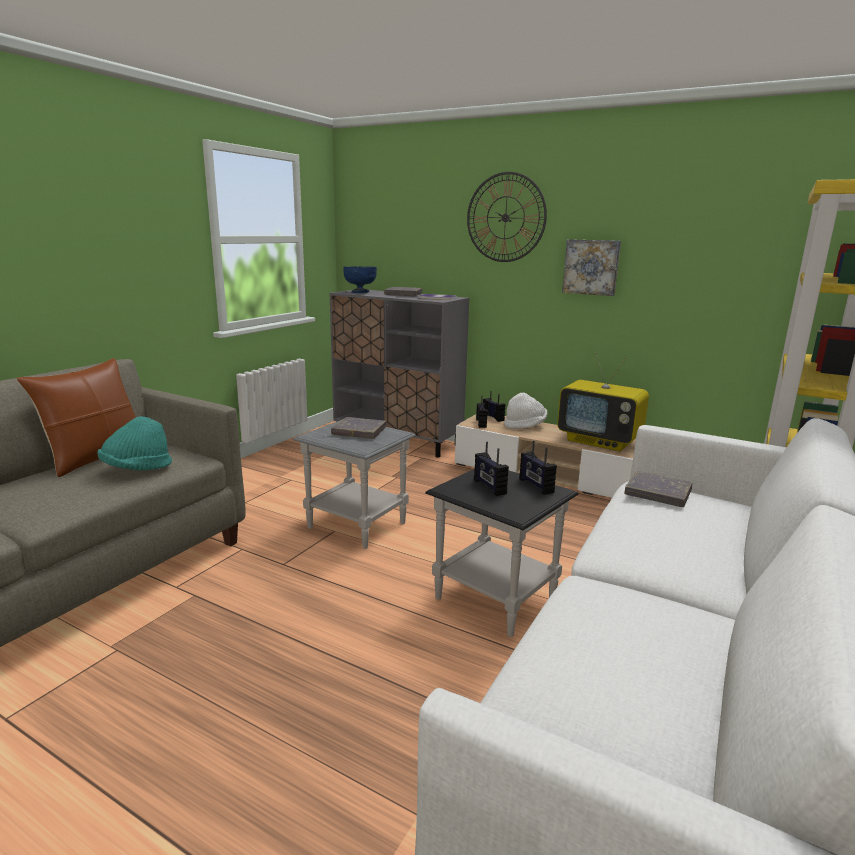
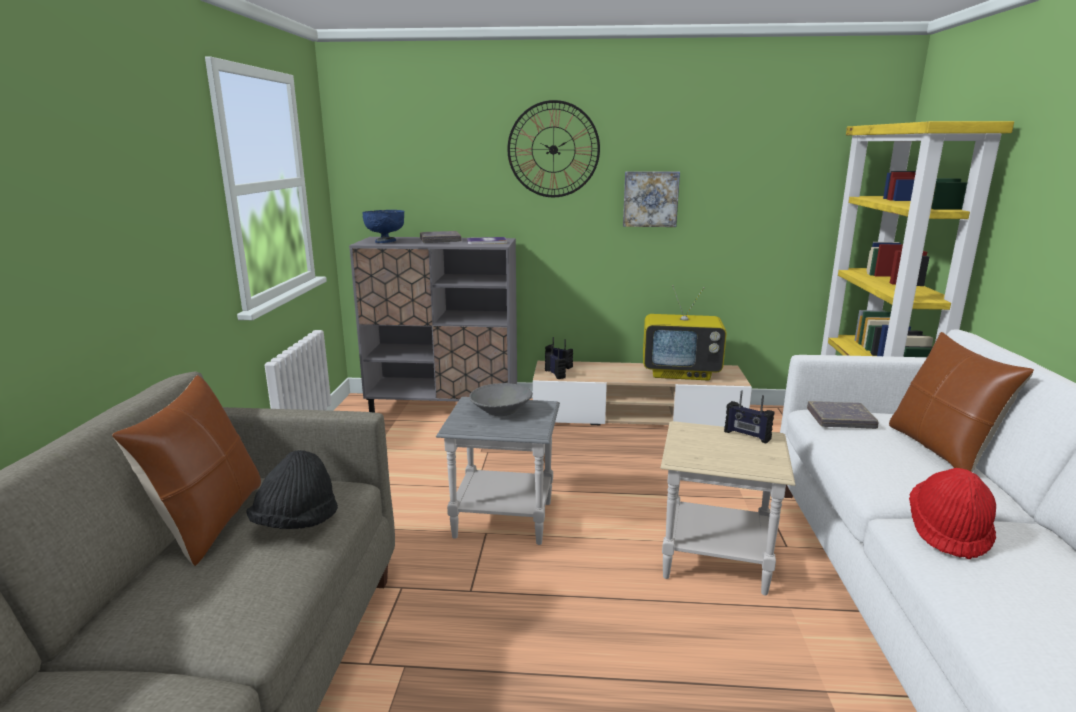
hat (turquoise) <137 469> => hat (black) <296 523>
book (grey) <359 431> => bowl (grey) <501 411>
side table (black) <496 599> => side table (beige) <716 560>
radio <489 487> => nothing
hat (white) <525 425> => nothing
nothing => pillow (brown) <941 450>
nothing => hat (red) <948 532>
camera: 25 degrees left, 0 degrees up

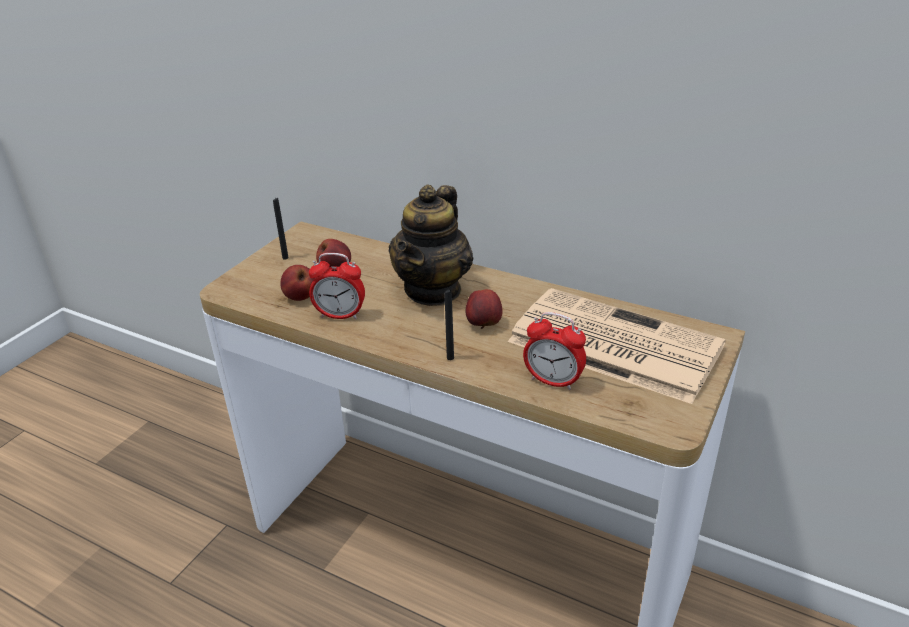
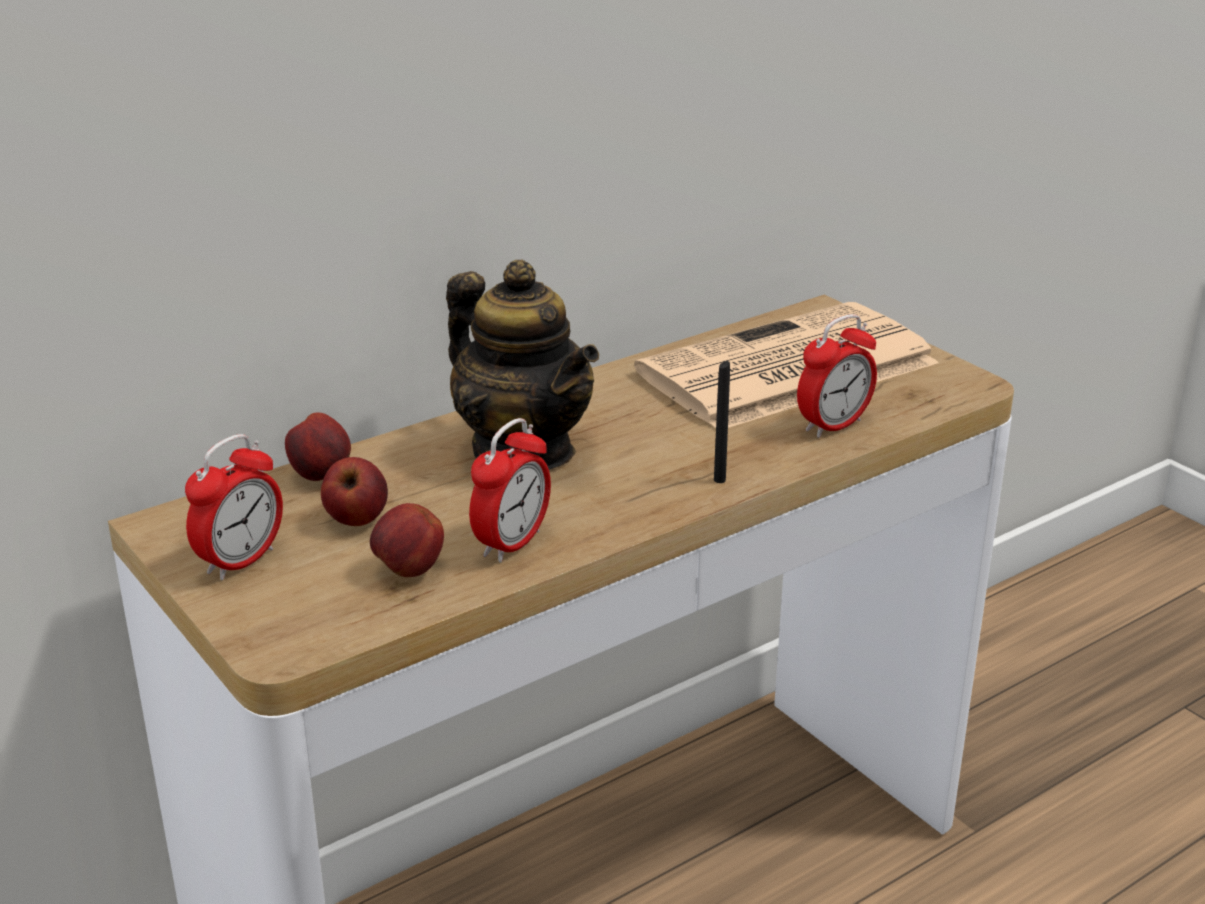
candle (black) <285 258> => alarm clock <241 561>
apple <484 324> => apple <322 476>, shifted
camera: 65 degrees left, 5 degrees down

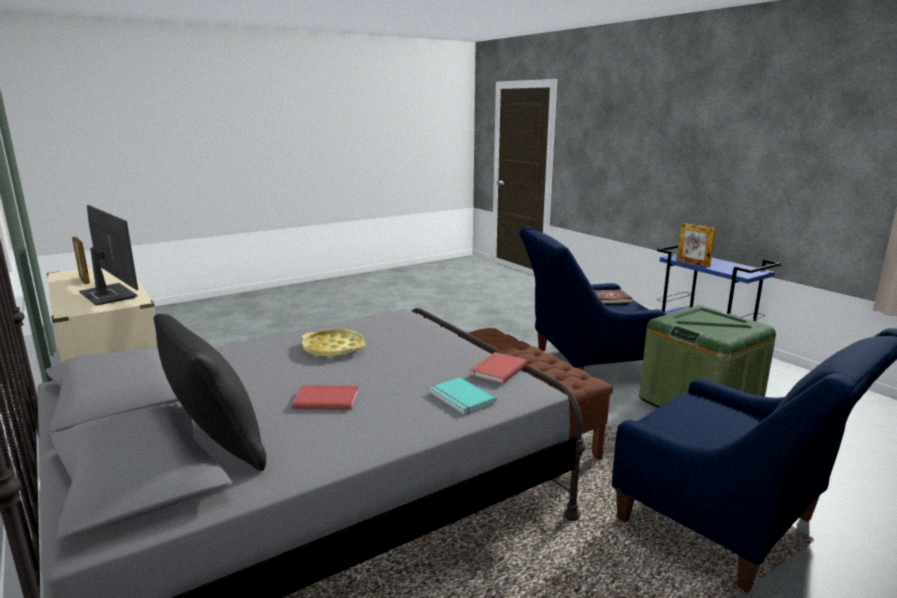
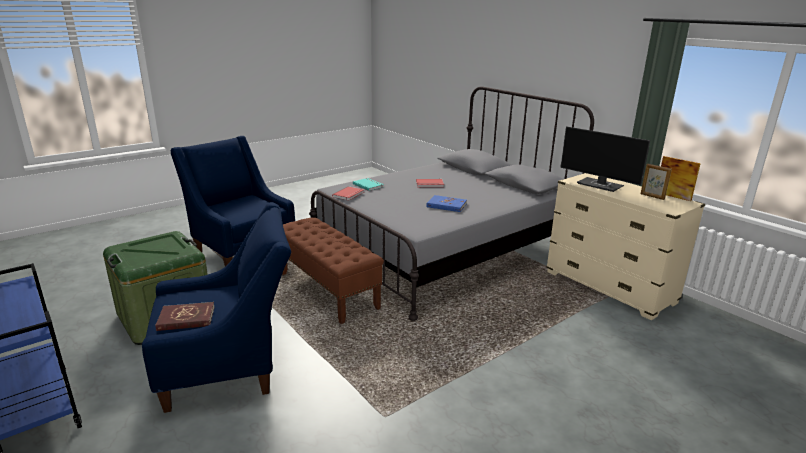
pillow (black) <217 448> => nothing
tray (yellow) <333 348> => book (blue) <446 205>
picture frame <693 263> => picture frame <673 196>, shifted
camera: 175 degrees right, 5 degrees up

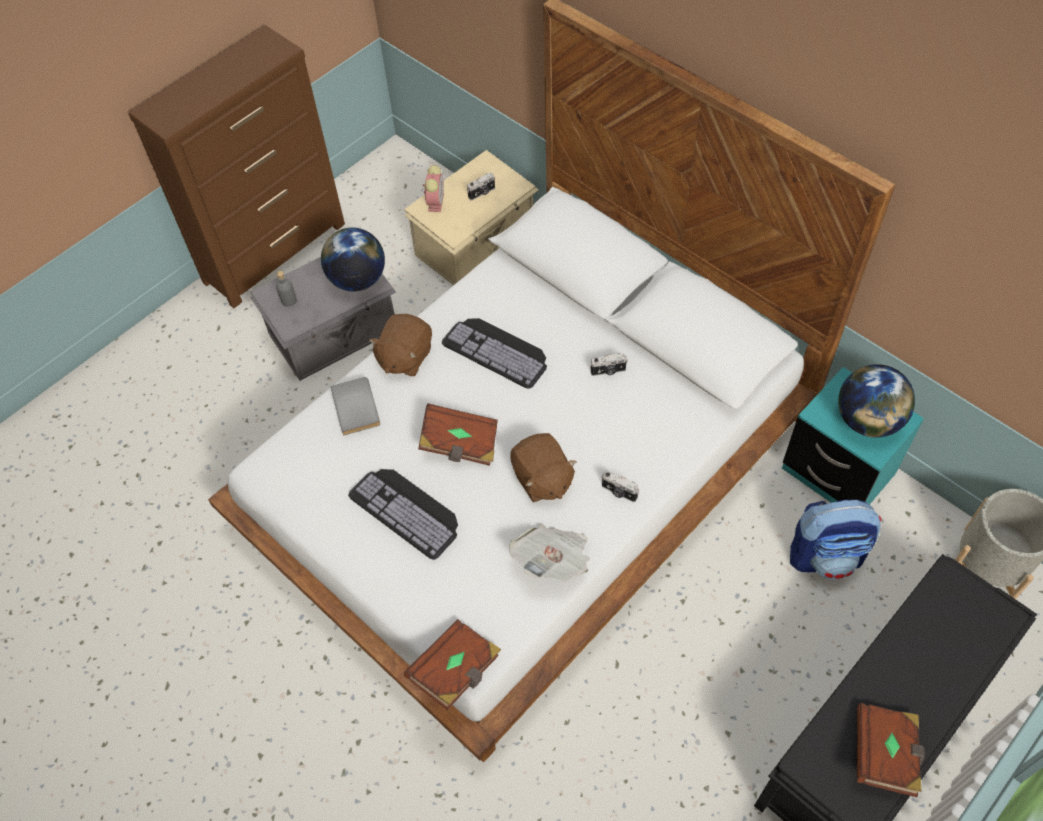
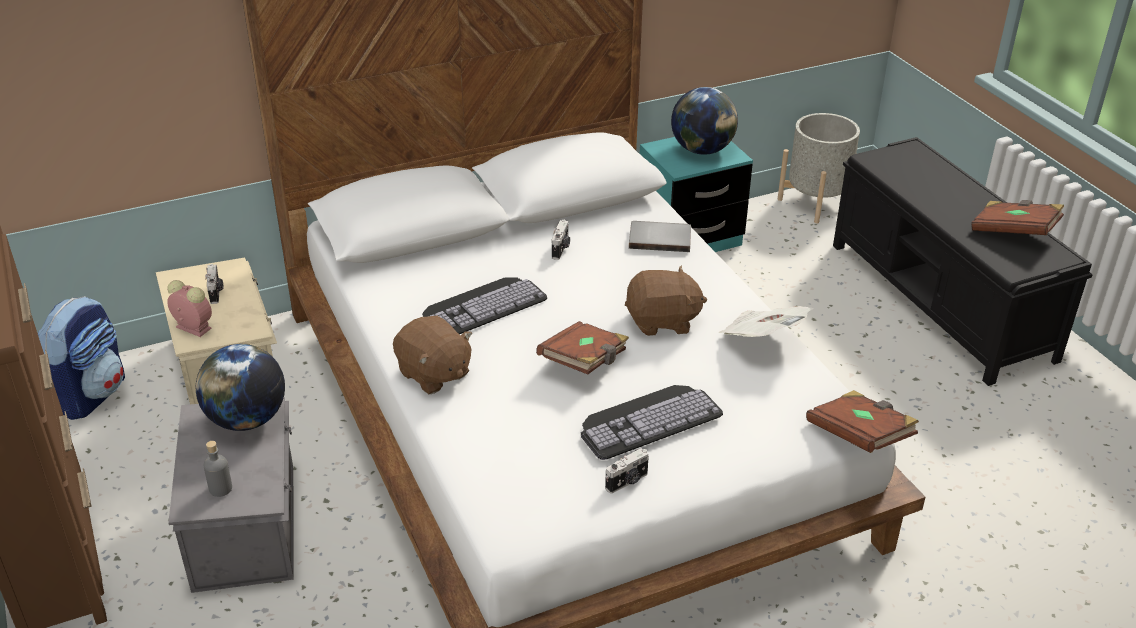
book (grey) <358 407> => book (grey) <660 238>, shifted
photo camera <619 492> => photo camera <627 482>, shifted
backpack <826 556> => backpack <91 394>, shifted
camera: 70 degrees left, 20 degrees down

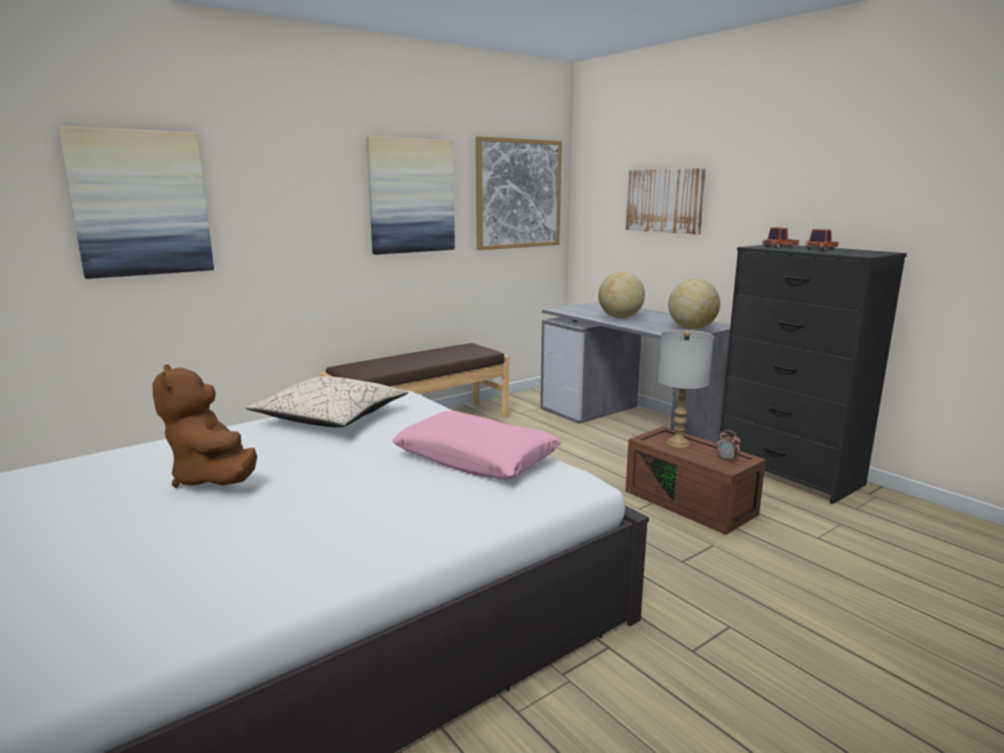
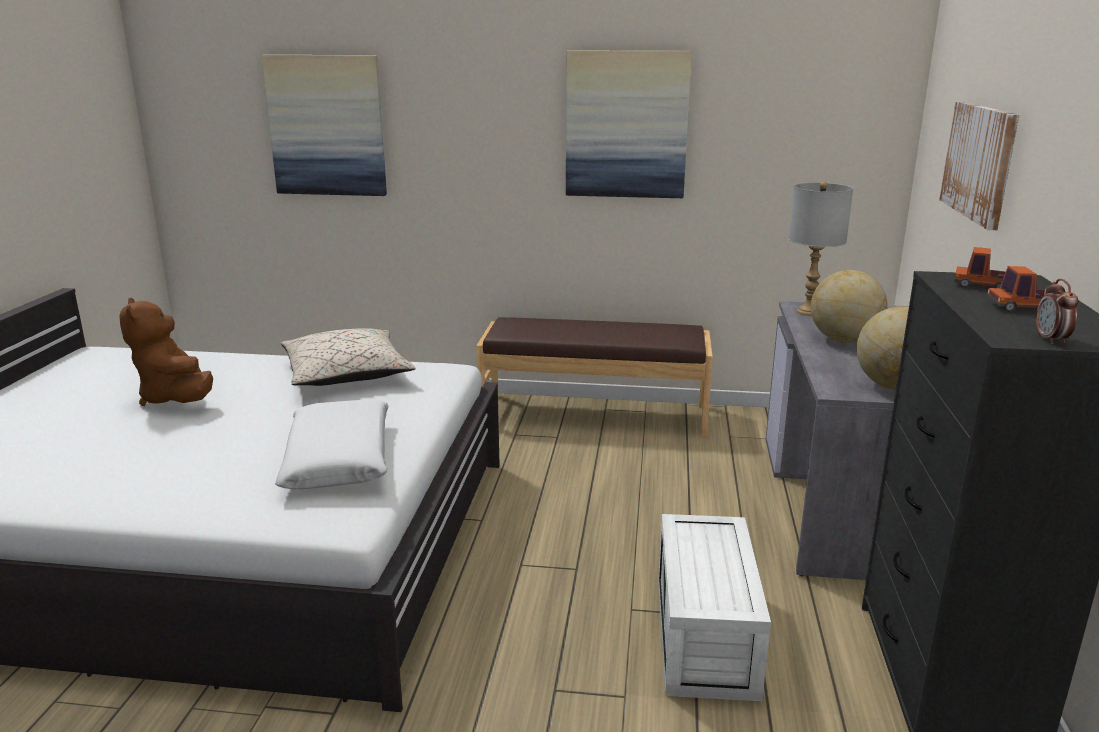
plush toy (brown) <214 479> => plush toy (brown) <176 399>, 45 degrees counterclockwise
pillow (pink) <476 458> => pillow (white) <339 459>
picture <518 194> => nothing
storage box (brown) <692 502> => storage box (white) <708 638>
table lamp (grey) <678 443> => table lamp (grey) <809 312>, shifted
alarm clock <727 459> => alarm clock <1051 340>, shifted
camera: 45 degrees right, 5 degrees up

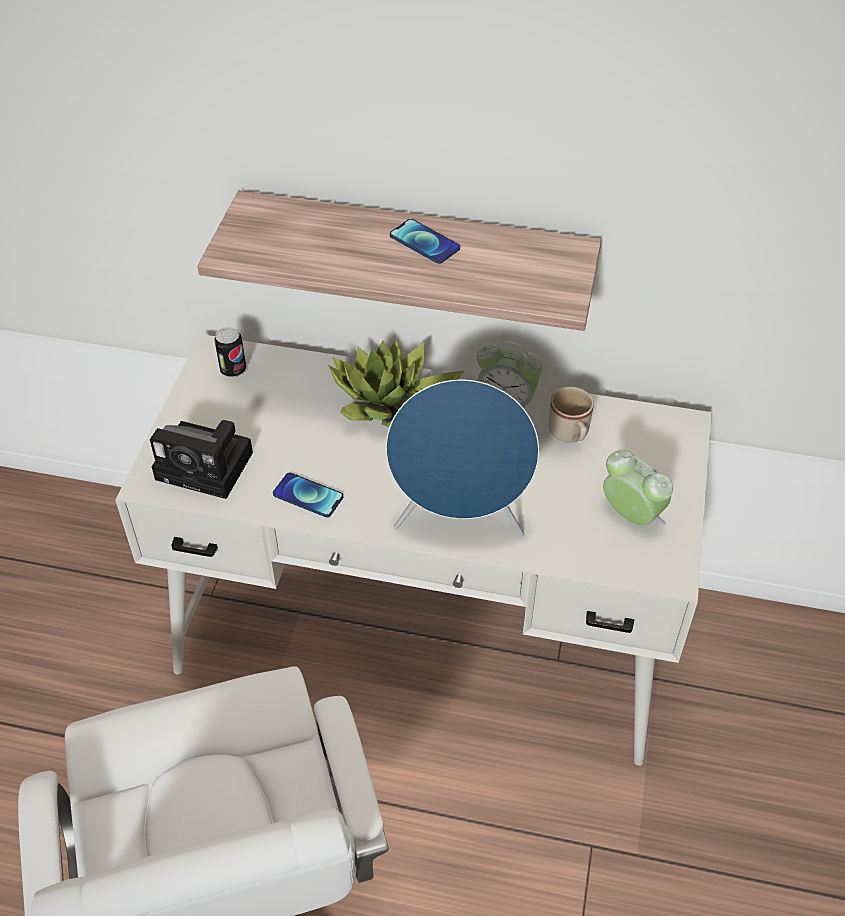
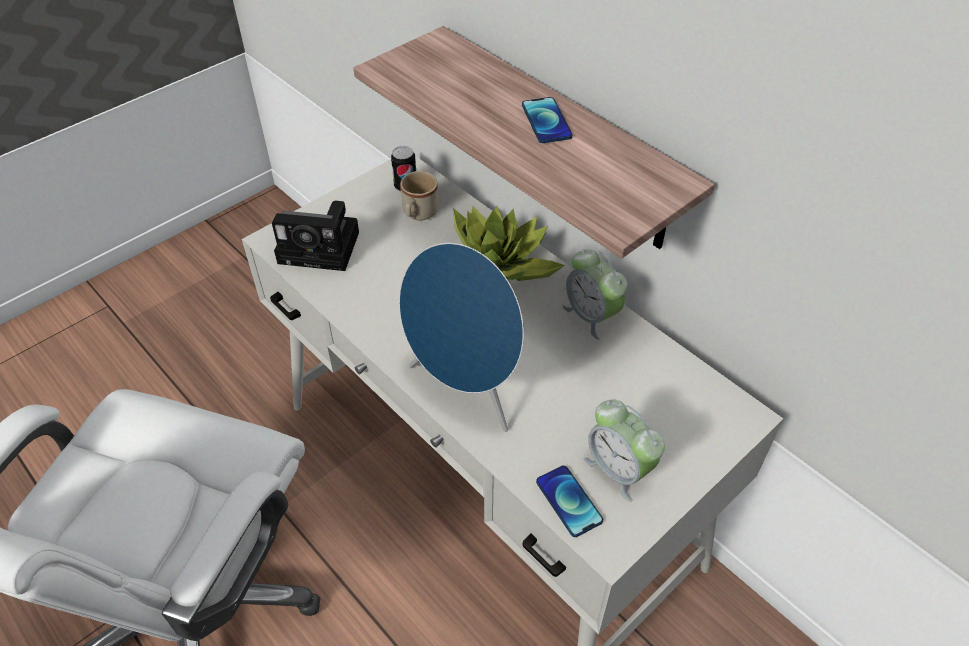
photo camera <208 466> => photo camera <323 247>, 45 degrees counterclockwise
phone <308 496> => phone <568 501>, shifted
mug (beige) <570 435> => mug (beige) <418 214>, shifted
alarm clock <631 516> => alarm clock <618 470>, 150 degrees clockwise
camera: 35 degrees right, 0 degrees up

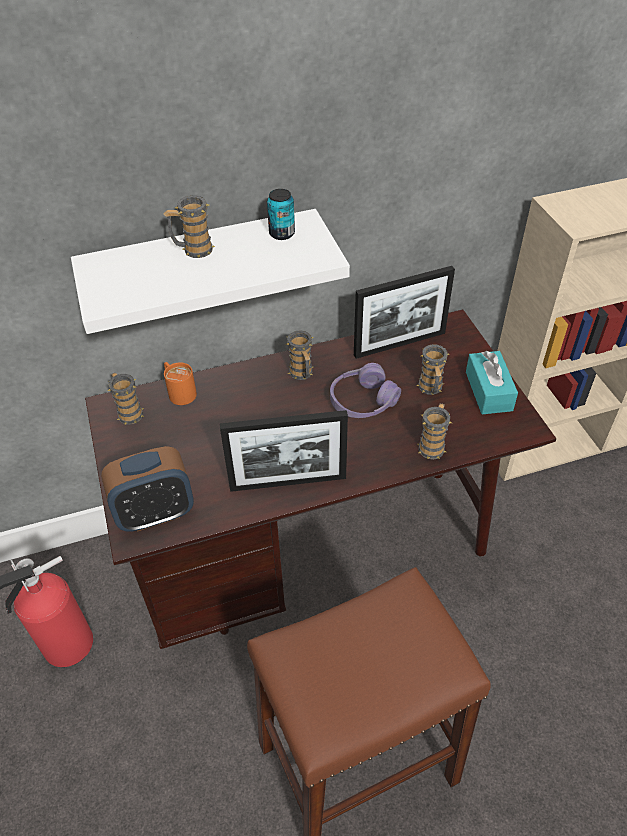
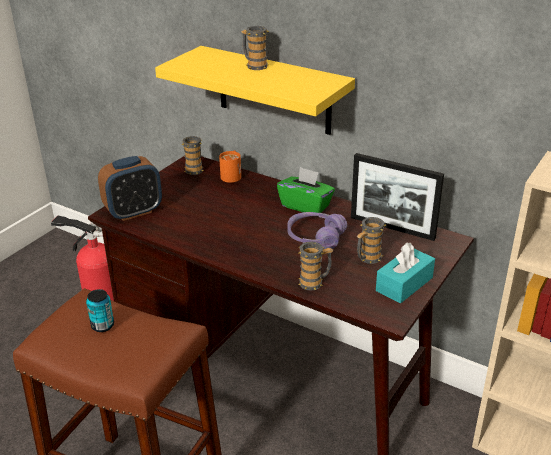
shelf (white) <202 267> => shelf (yellow) <274 90>
alarm clock <155 513> => alarm clock <134 212>, 60 degrees counterclockwise
picture frame <288 482> => nothing
can <282 233> => can <102 326>, shifted
mug <302 374> => tissue box (green) <305 206>
camera: 50 degrees right, 15 degrees down

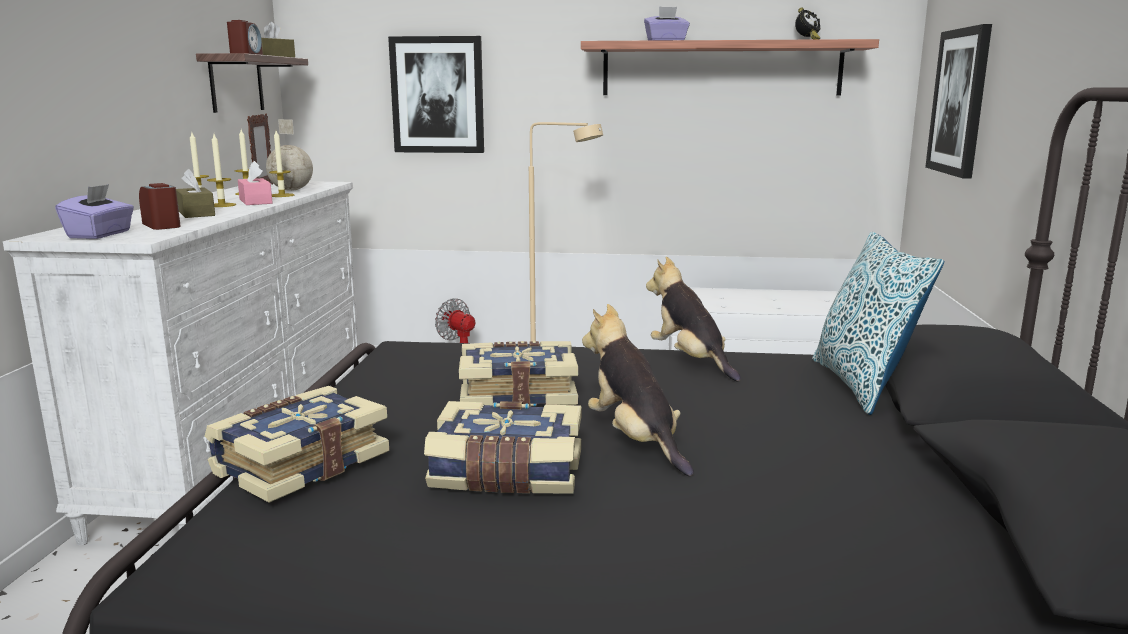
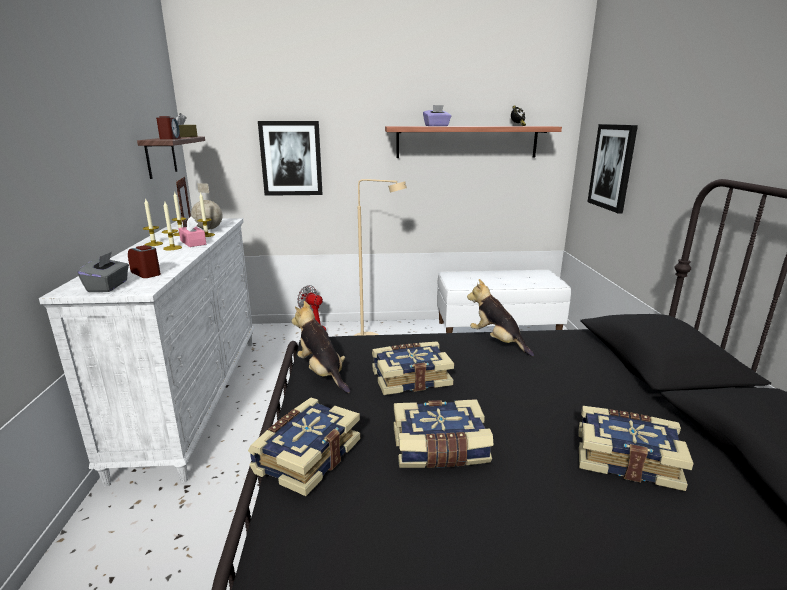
tissue box (purple) <100 235> => tissue box (grey) <108 286>
tissue box (brown) <196 213> => nothing
plush toy <635 441> => plush toy <322 373>, shifted
pillow <861 385> => nothing
nothing => book <626 457>
camera: 10 degrees left, 5 degrees up

